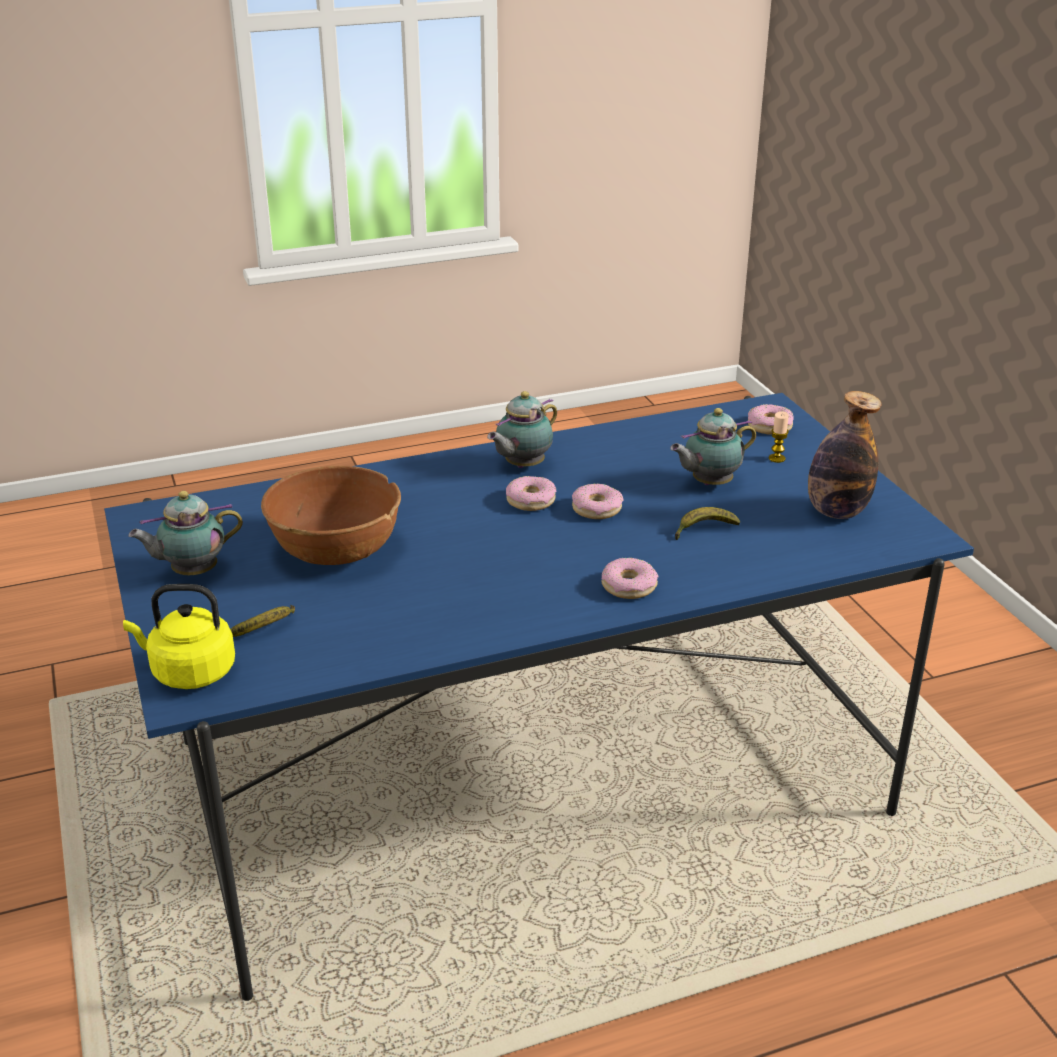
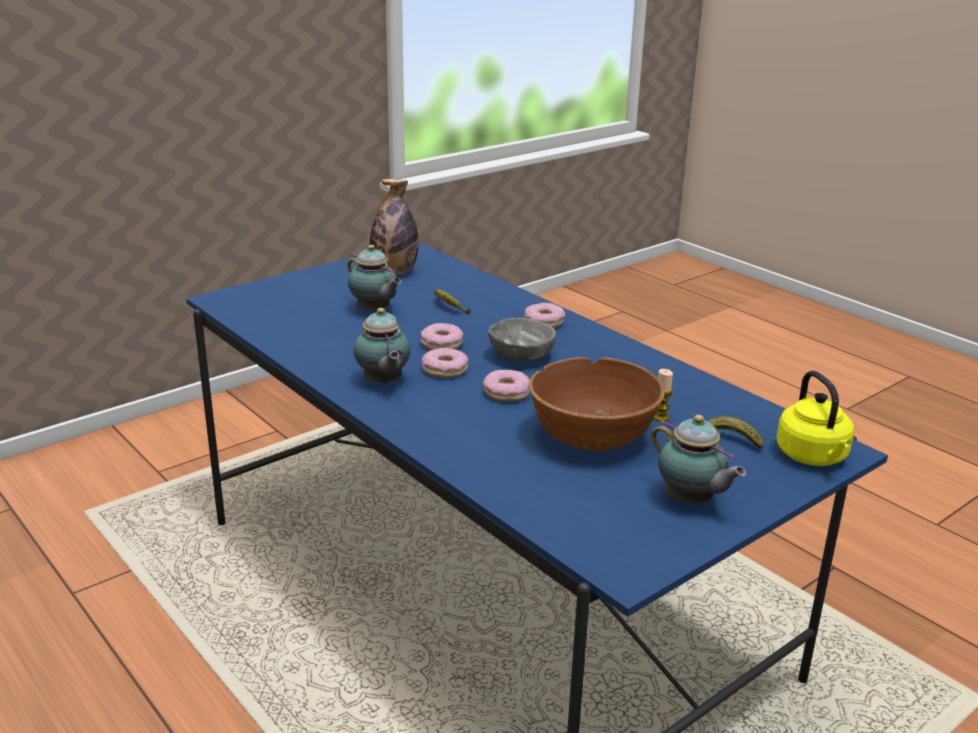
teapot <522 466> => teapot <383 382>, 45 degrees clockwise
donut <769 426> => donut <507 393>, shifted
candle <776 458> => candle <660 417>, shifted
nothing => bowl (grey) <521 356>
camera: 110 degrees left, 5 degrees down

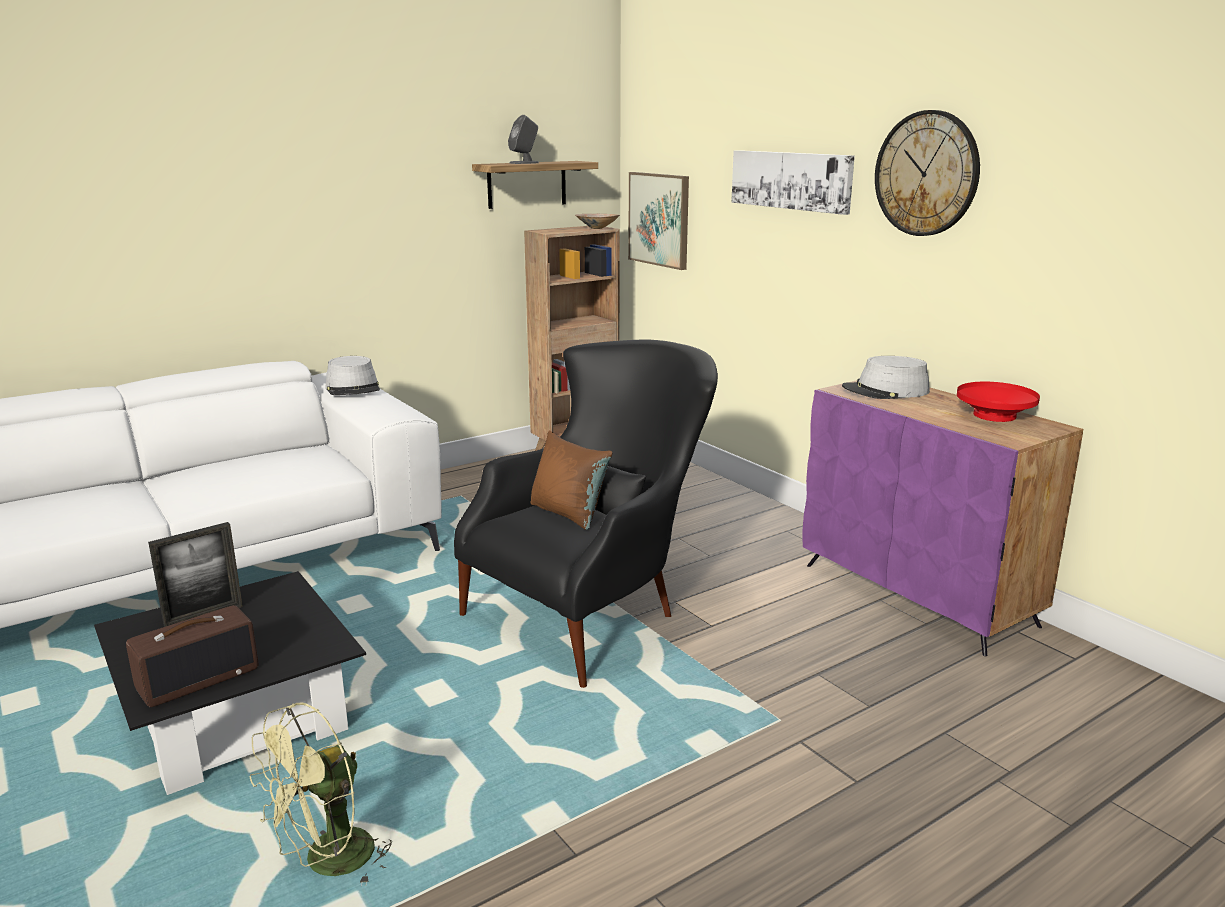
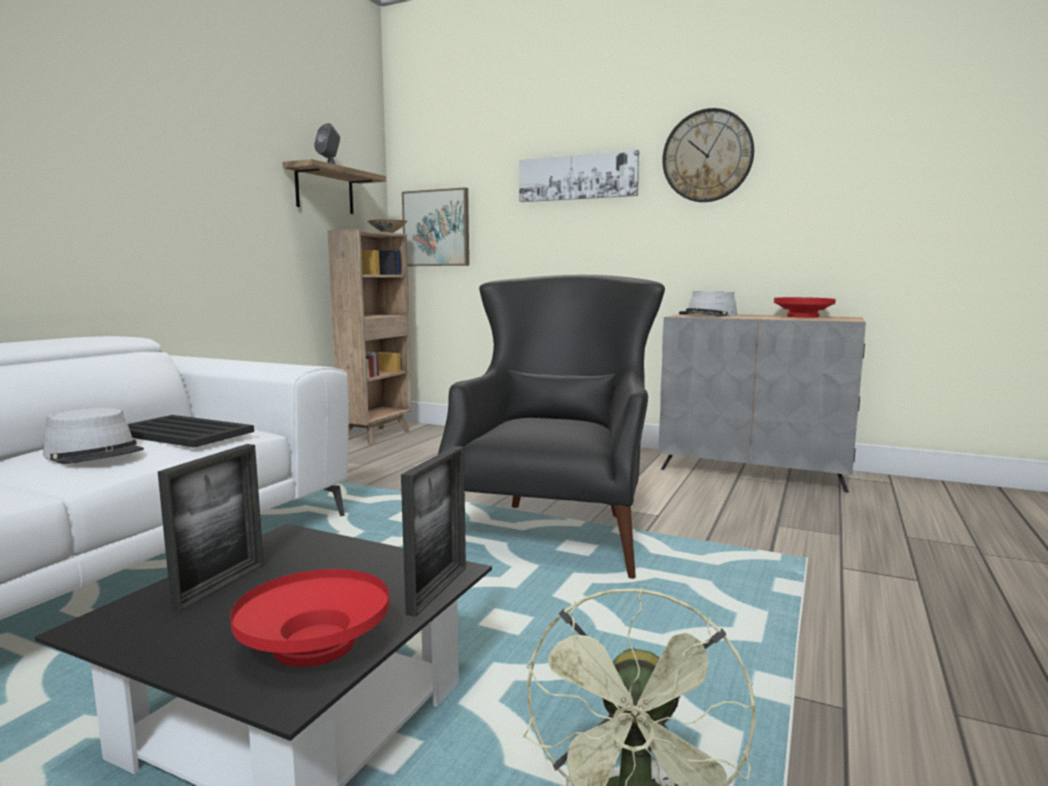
radio <199 678> => bowl (red) <315 644>
hat (grey) <353 388> => hat (grey) <95 452>, shifted
pillow (brown) <568 514> => nothing
cabinet (purple) <918 595> => cabinet (grey) <754 471>
nothing => tray (black) <183 433>
nothing => picture frame <437 590>
camera: 30 degrees left, 10 degrees down

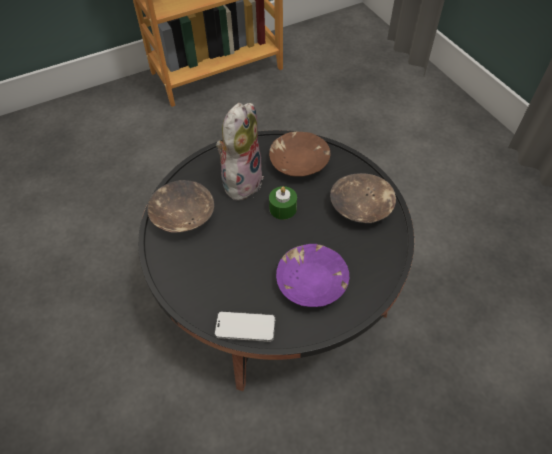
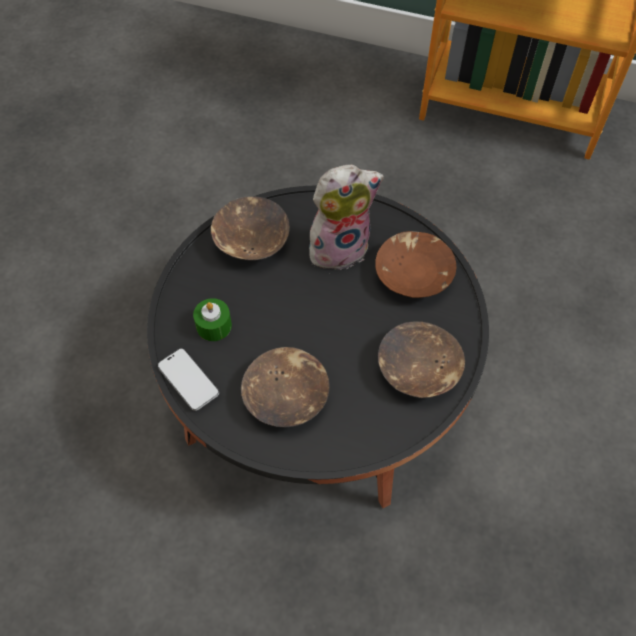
candle (green) <283 208> => candle (green) <214 325>, shifted
bowl (purple) <312 282> => bowl (brown) <287 395>
camera: 45 degrees right, 5 degrees up

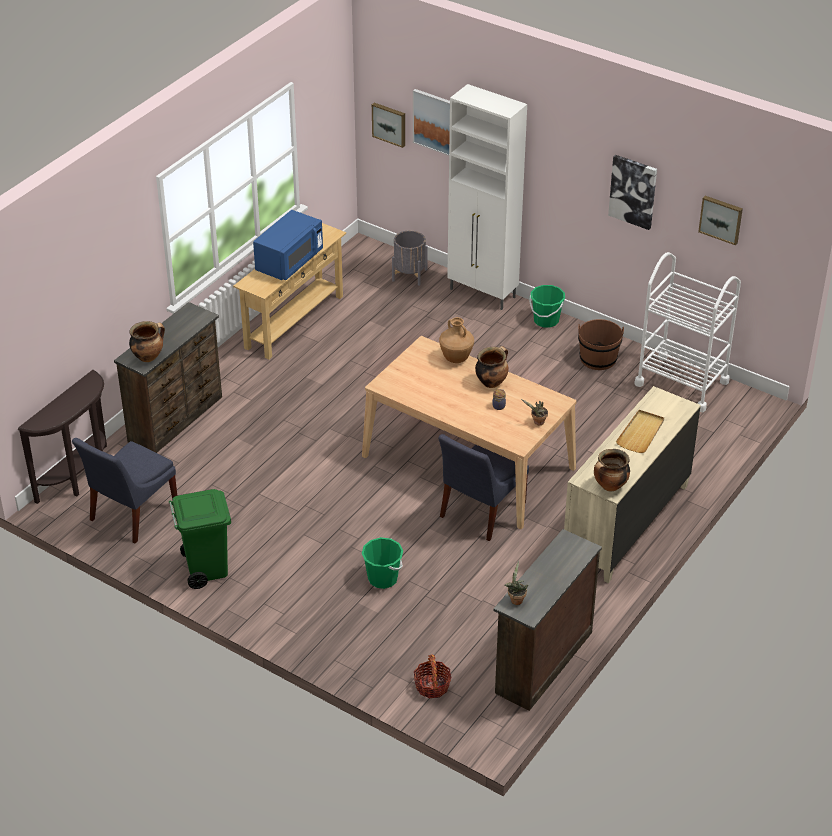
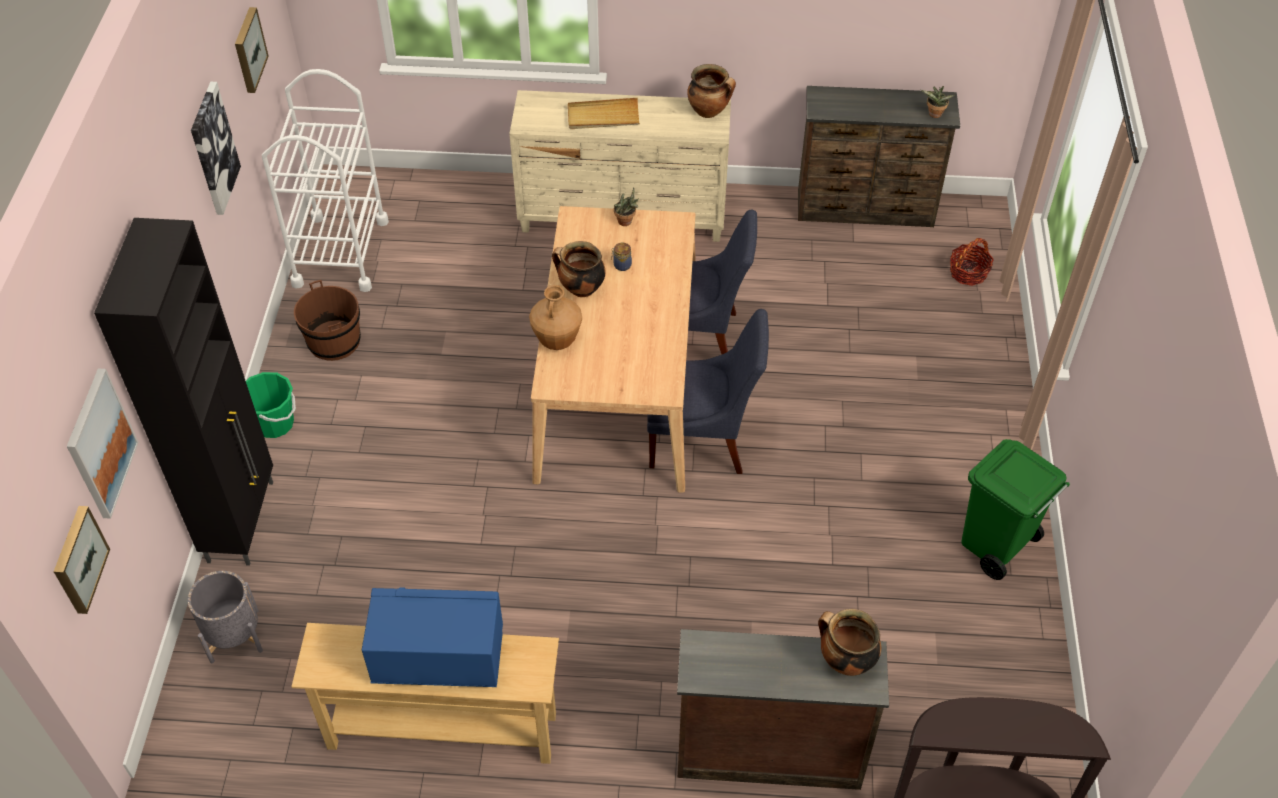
chair (blue) <131 514> => chair (blue) <703 440>, shifted
bucket (green) <383 578> => nothing
cabinet (white) <483 294> => cabinet (black) <242 520>
camera: 120 degrees left, 10 degrees up

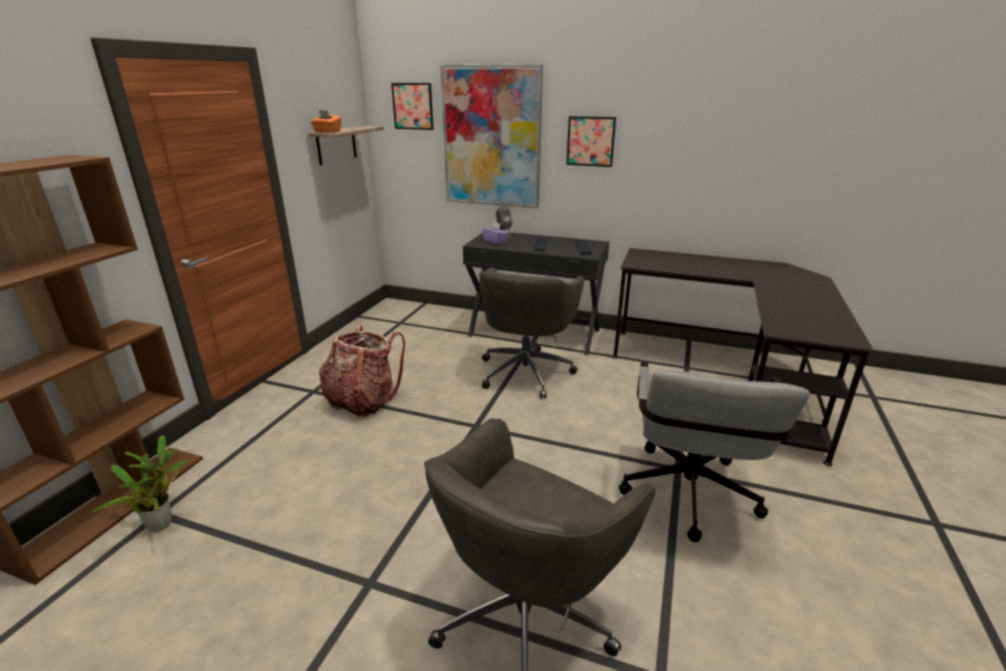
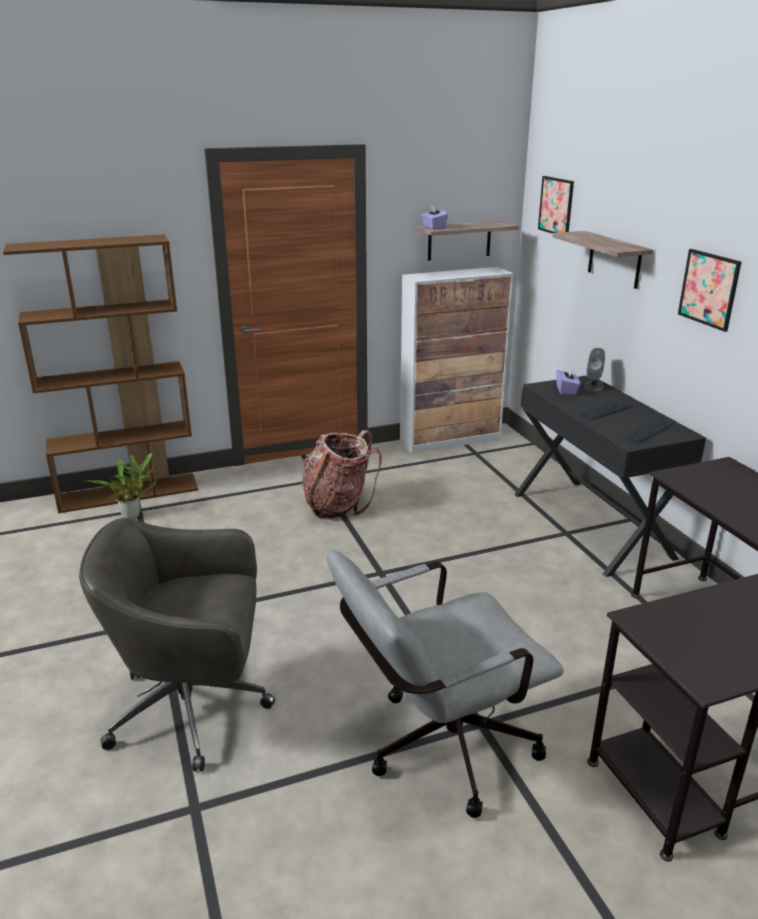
tissue box (orange) <327 132> => tissue box (purple) <434 227>
picture <491 138> => shelf <614 259>
office chair (grey) <526 371> => nothing
nothing => cabinet <451 440>
camera: 50 degrees right, 0 degrees up

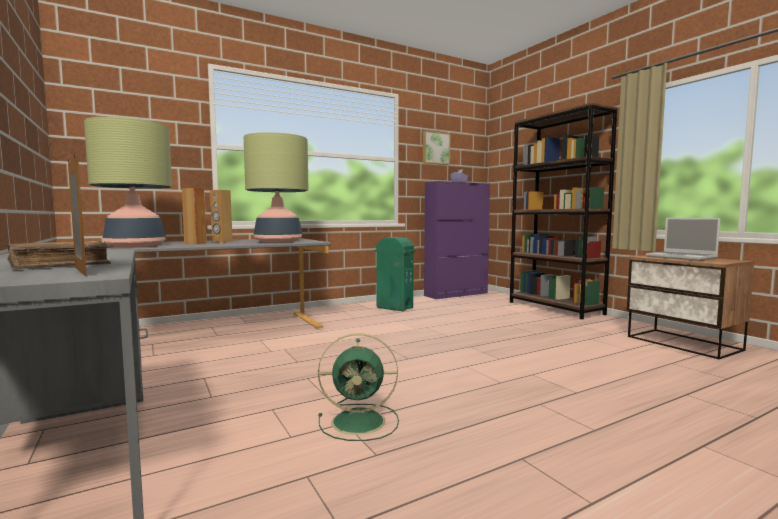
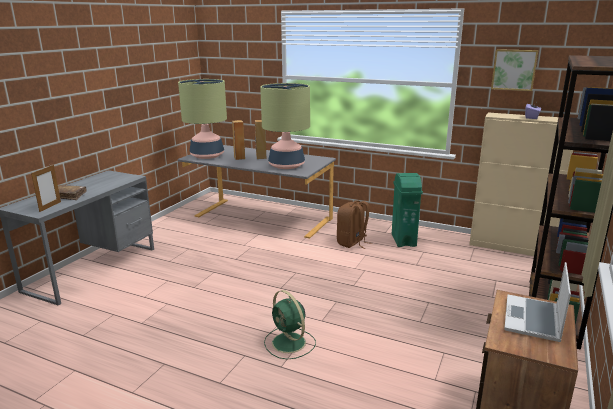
fan (green) <361 421> => fan (green) <289 343>, shifted
cabinet (purple) <456 294> => cabinet (beige) <511 247>
nothing => backpack (brown) <352 243>
camera: 55 degrees right, 15 degrees up

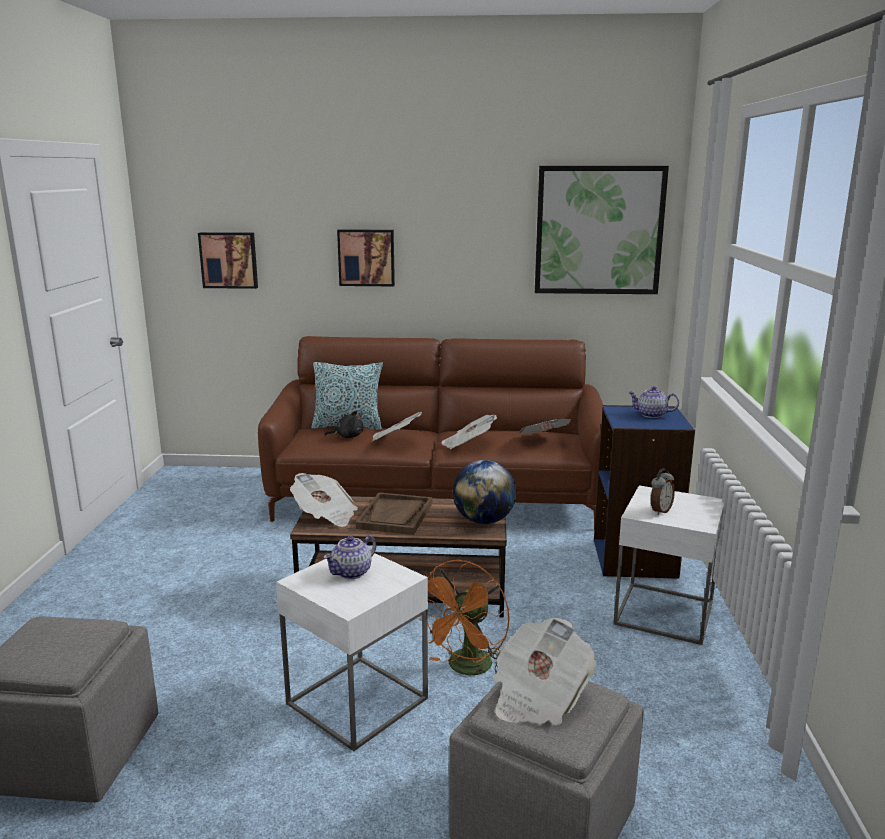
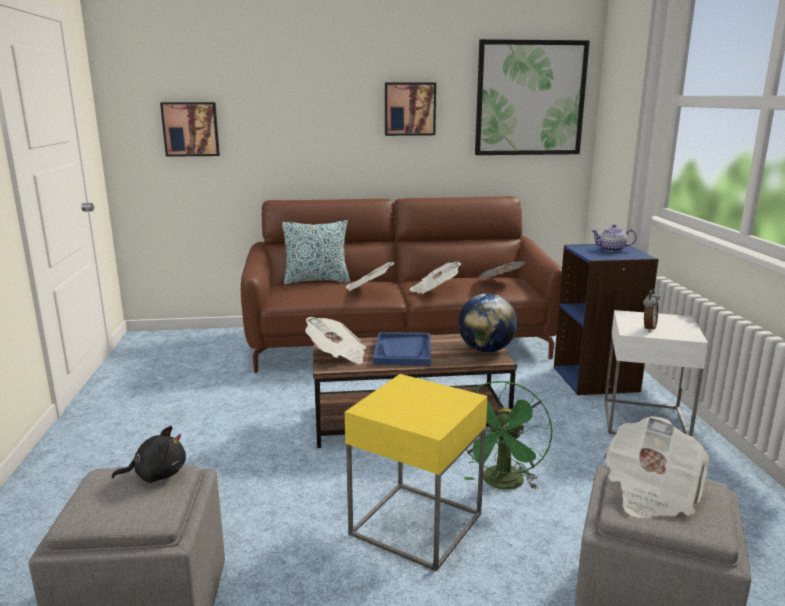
side table (white) <357 701> => side table (yellow) <416 524>
teapot <352 572> => nothing
plush toy (black) <347 437> => plush toy (black) <157 474>, shifted
picture <366 257> => picture <409 109>, shifted
tray (brown) <395 516> => tray (blue) <403 351>
fan (orange) <466 669> => fan (green) <502 484>
camera: 10 degrees left, 0 degrees up

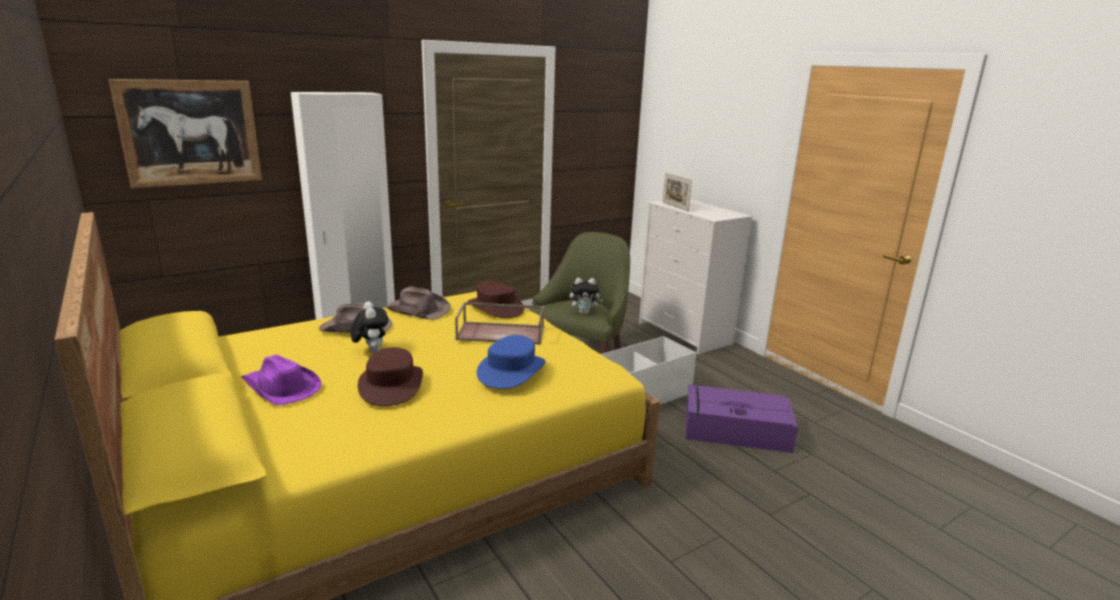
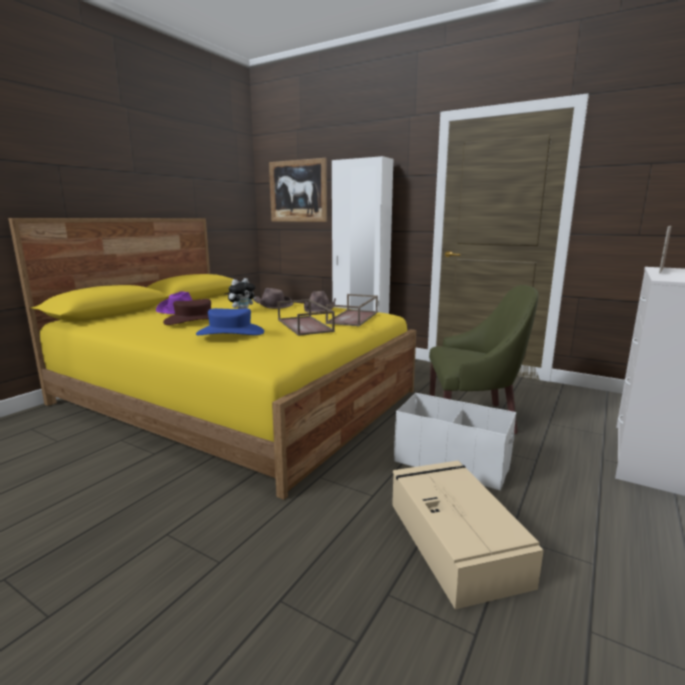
hat (brown) <496 307> => tray (brown) <353 318>
plush toy <584 312> => nothing
storage box (purple) <734 430> => storage box (beige) <454 540>
camera: 65 degrees right, 5 degrees down

